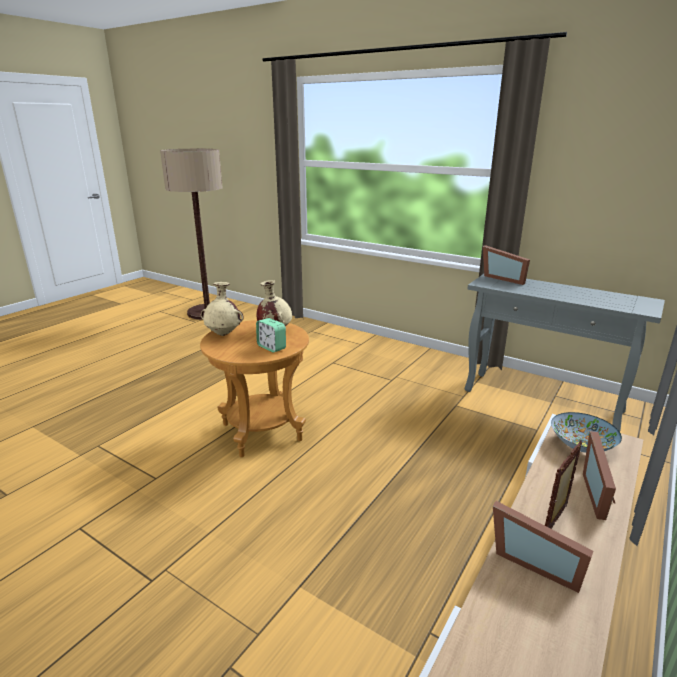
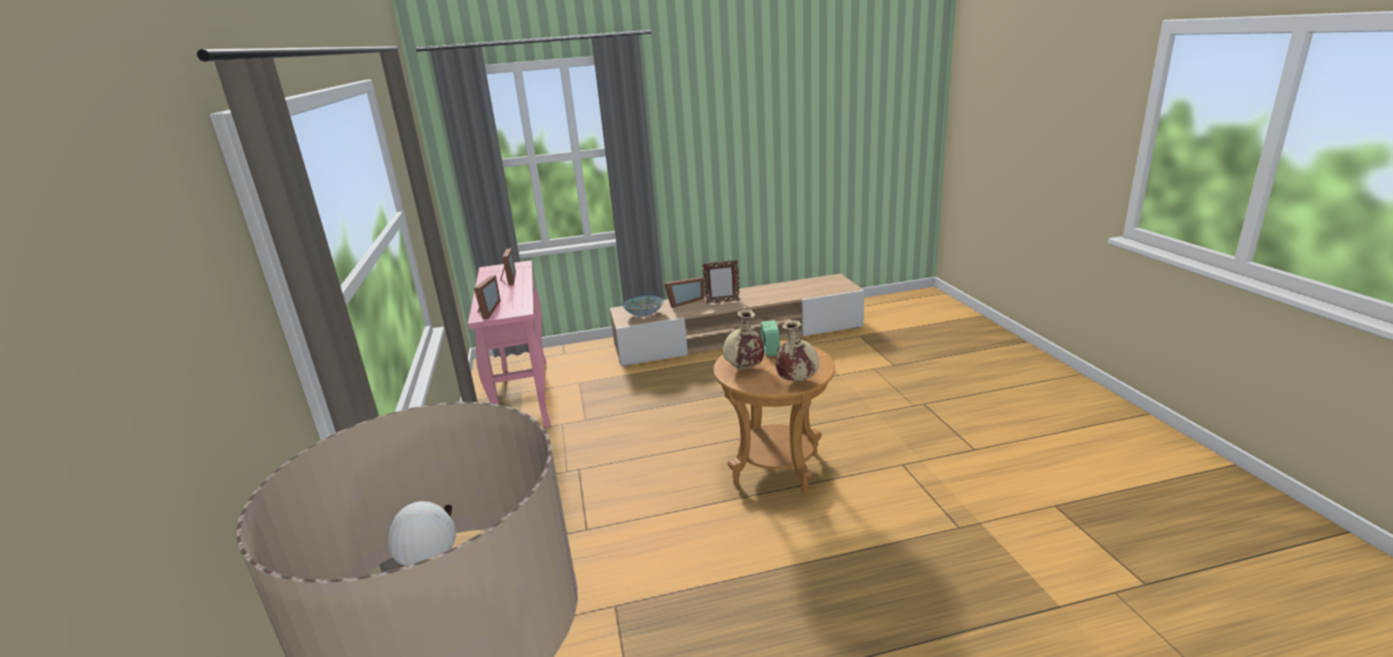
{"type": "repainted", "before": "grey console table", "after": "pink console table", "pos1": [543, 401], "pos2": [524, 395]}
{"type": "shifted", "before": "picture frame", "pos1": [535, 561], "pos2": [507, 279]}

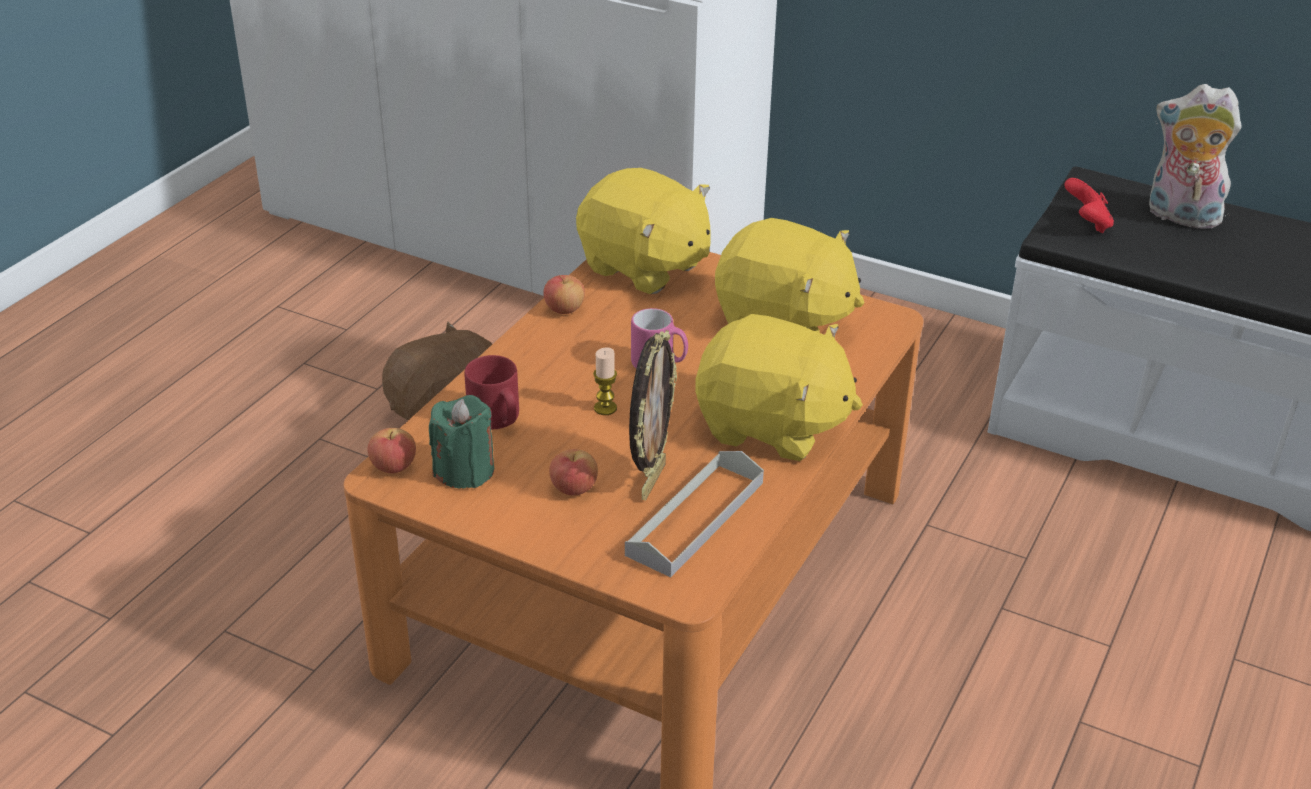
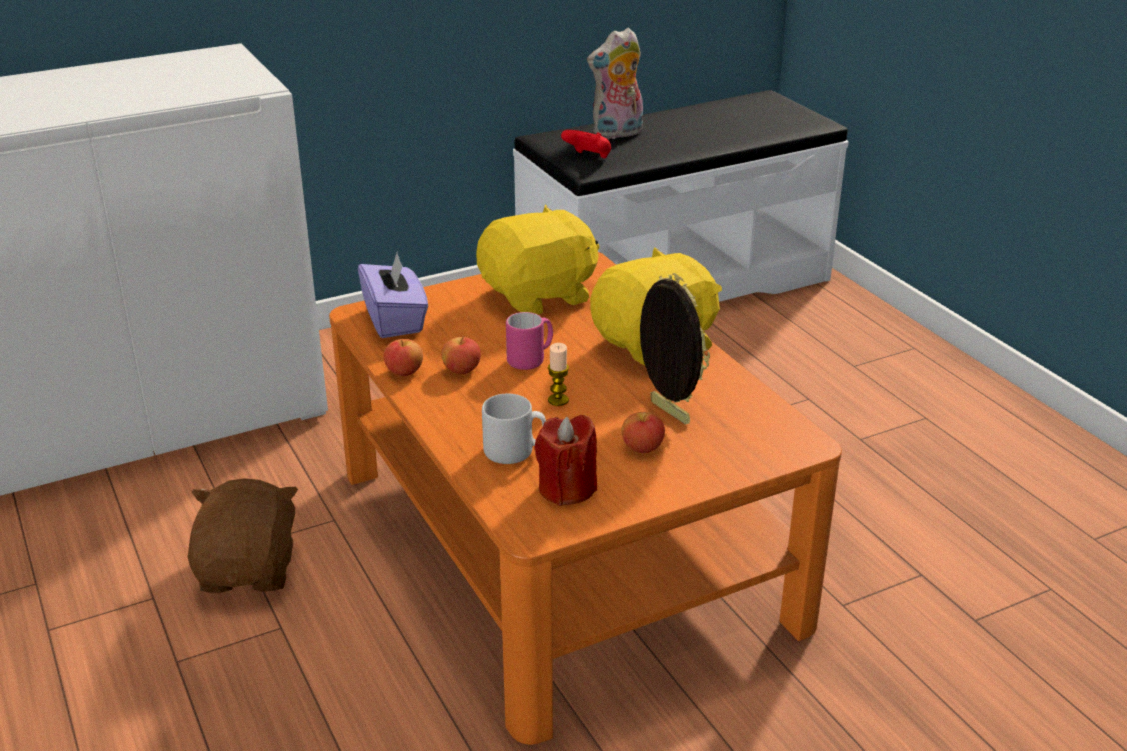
{"type": "swapped", "before": "yellow plush toy", "after": "purple tissue box", "pos1": [644, 267], "pos2": [395, 320]}
{"type": "shifted", "before": "apple", "pos1": [393, 466], "pos2": [461, 369]}
{"type": "repainted", "before": "red mug", "after": "grey mug", "pos1": [497, 419], "pos2": [515, 451]}
{"type": "repainted", "before": "green candle", "after": "red candle", "pos1": [465, 471], "pos2": [567, 488]}
{"type": "gone", "before": "grey tray", "pos1": [695, 518]}

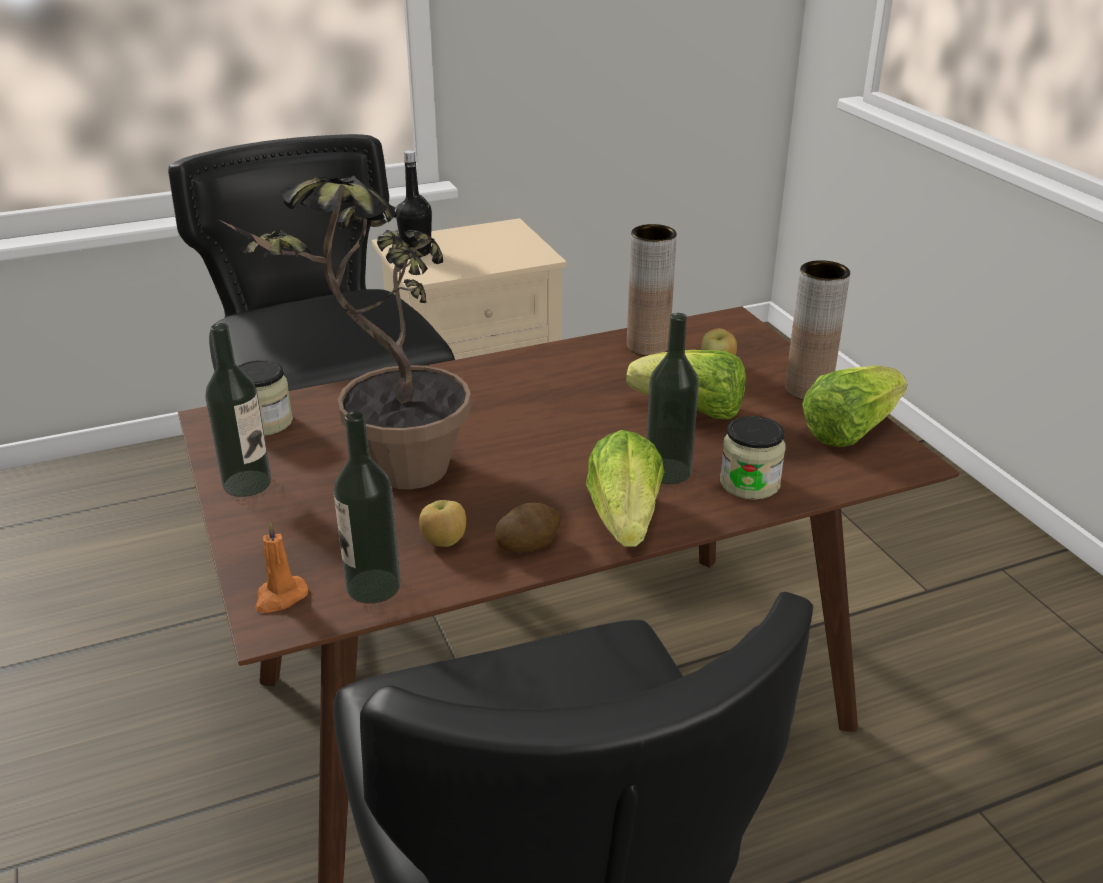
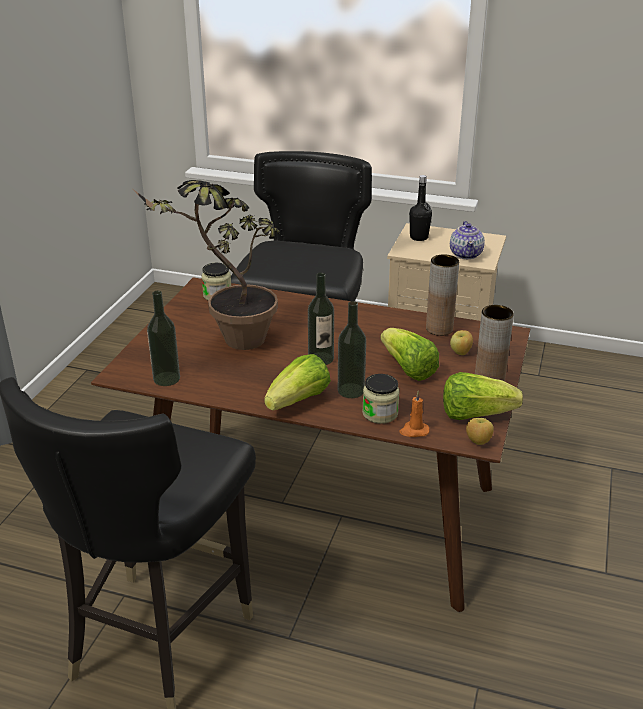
{"type": "shifted", "before": "bottle", "pos1": [247, 483], "pos2": [321, 358]}
{"type": "shifted", "before": "orange candle", "pos1": [280, 597], "pos2": [414, 431]}
{"type": "new", "after": "teapot", "pos2": [466, 254]}
{"type": "shifted", "before": "apple", "pos1": [444, 542], "pos2": [478, 442]}
{"type": "gone", "before": "potato", "pos1": [528, 543]}

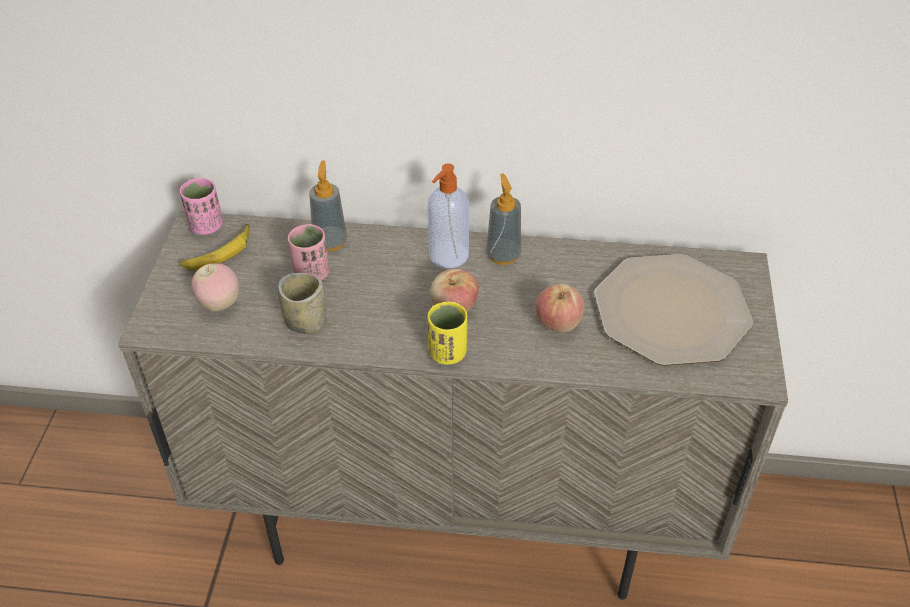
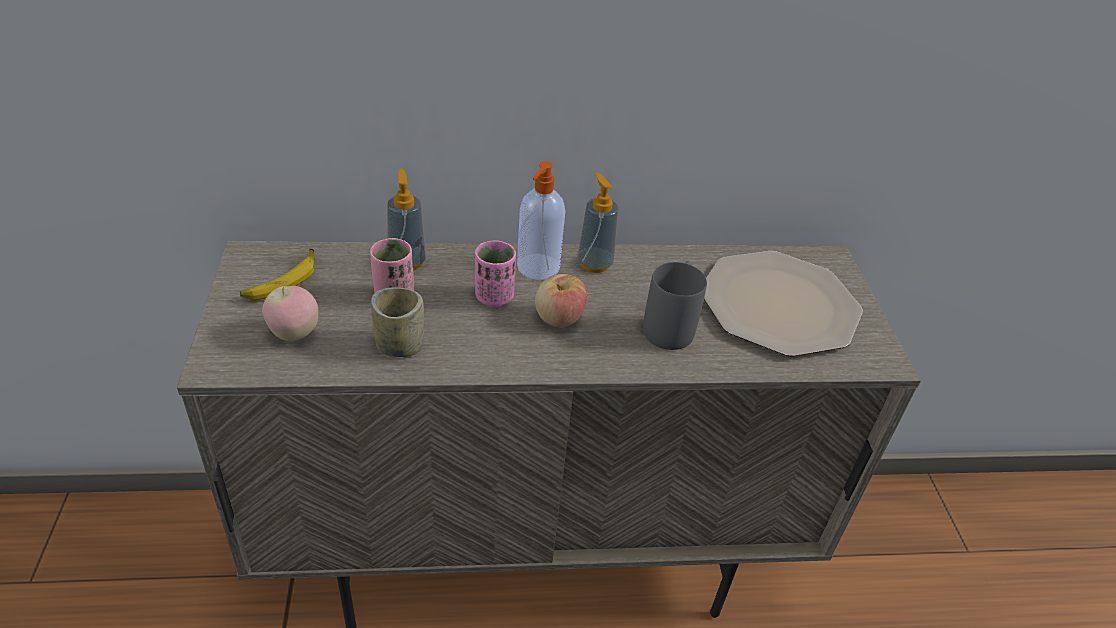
{"type": "shifted", "before": "pink cup", "pos1": [206, 226], "pos2": [494, 297]}
{"type": "swapped", "before": "apple", "after": "grey mug", "pos1": [558, 323], "pos2": [671, 324]}
{"type": "gone", "before": "yellow cup", "pos1": [447, 353]}

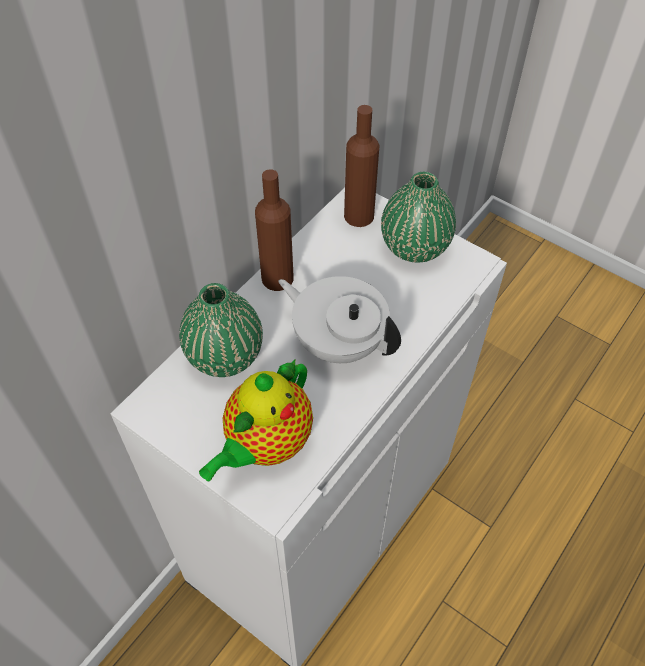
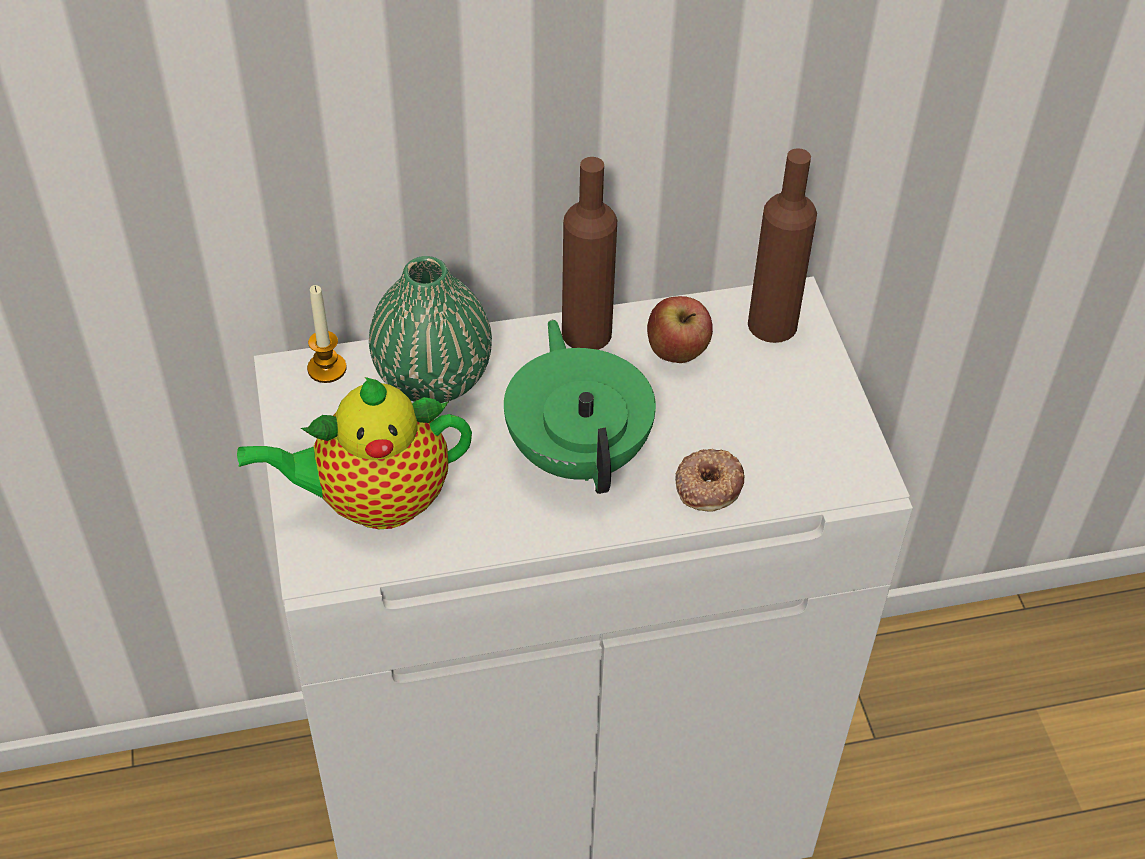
{"type": "new", "after": "candle", "pos2": [327, 368]}
{"type": "repainted", "before": "white teapot", "after": "green teapot", "pos1": [339, 342], "pos2": [579, 452]}
{"type": "new", "after": "apple", "pos2": [677, 354]}
{"type": "new", "after": "donut", "pos2": [708, 484]}
{"type": "gone", "before": "green vase", "pos1": [415, 246]}

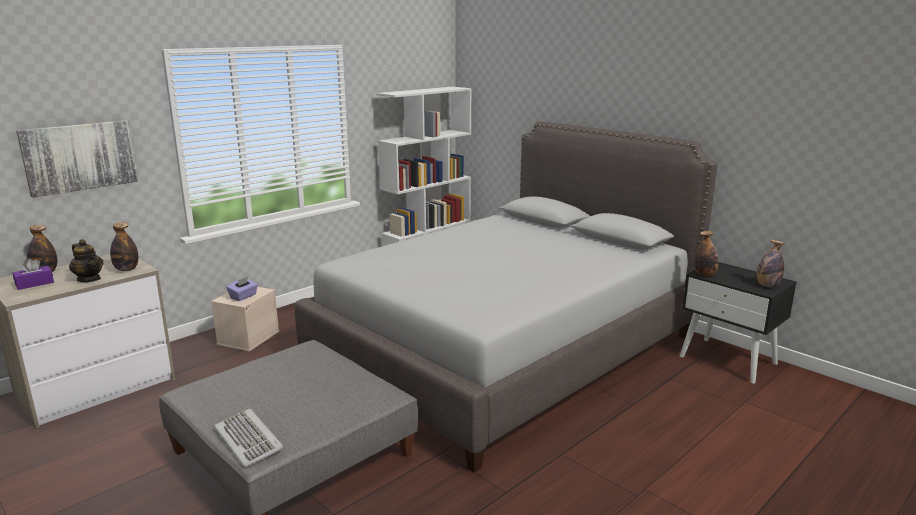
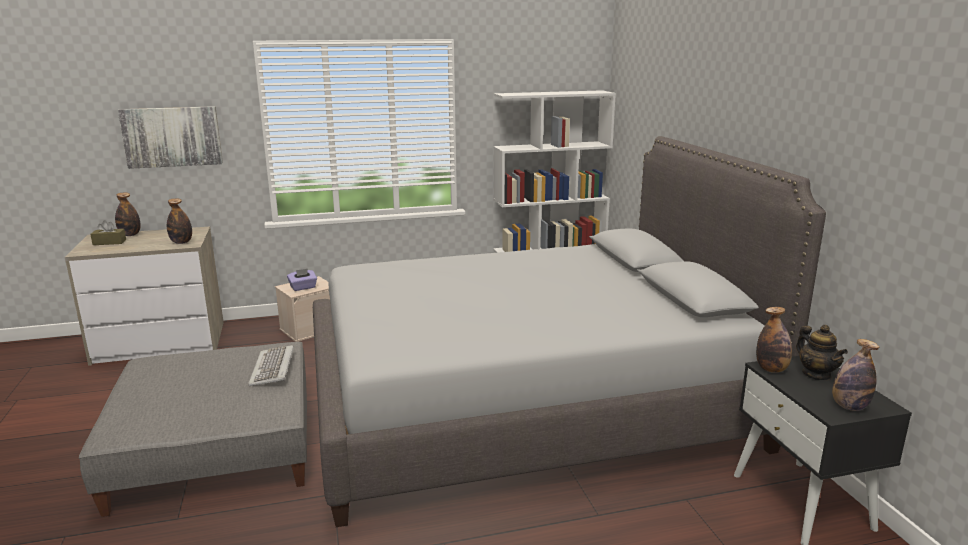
{"type": "repainted", "before": "purple tissue box", "after": "brown tissue box", "pos1": [34, 283], "pos2": [109, 242]}
{"type": "shifted", "before": "keyboard", "pos1": [249, 440], "pos2": [273, 368]}
{"type": "shifted", "before": "teapot", "pos1": [89, 279], "pos2": [816, 374]}

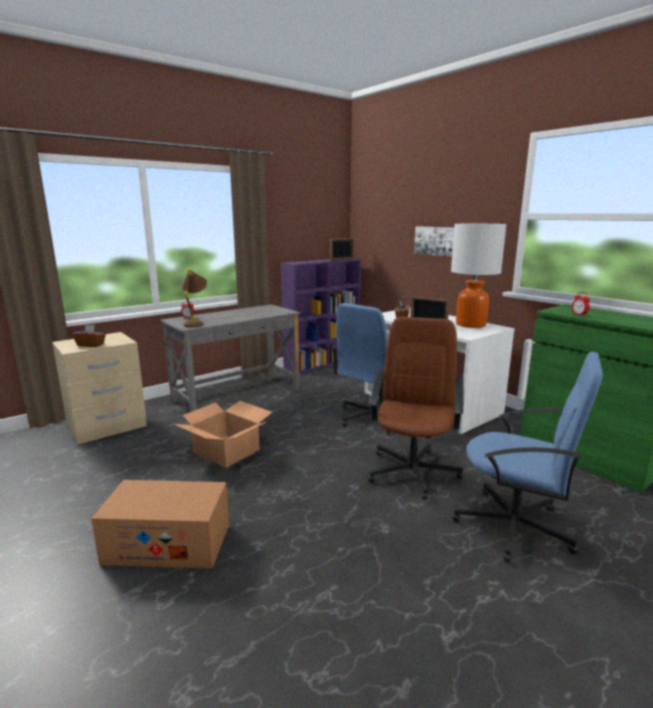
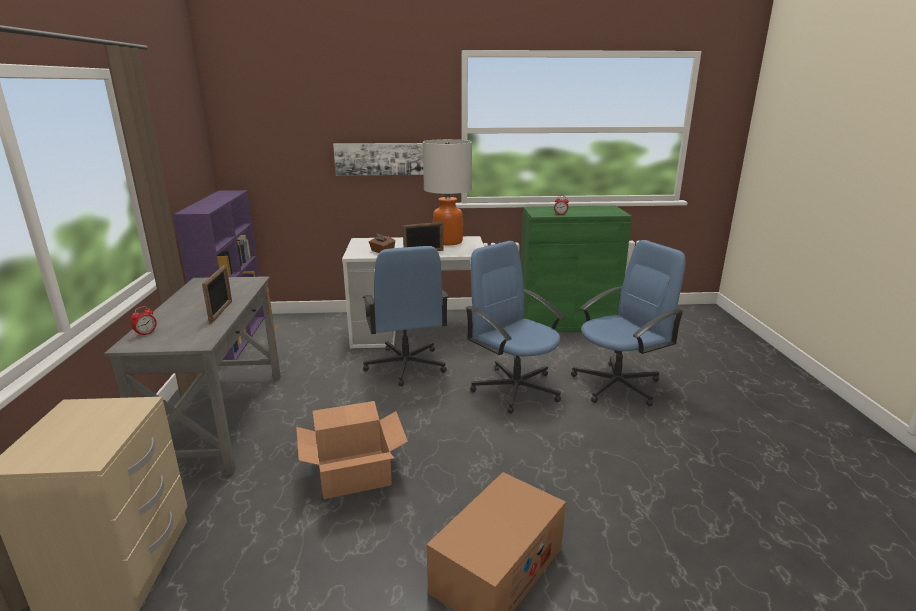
{"type": "shifted", "before": "picture frame", "pos1": [342, 259], "pos2": [221, 312]}
{"type": "repainted", "before": "brown office chair", "after": "blue office chair", "pos1": [413, 471], "pos2": [515, 388]}
{"type": "gone", "before": "brown tissue box", "pos1": [91, 345]}
{"type": "gone", "before": "brown table lamp", "pos1": [196, 323]}

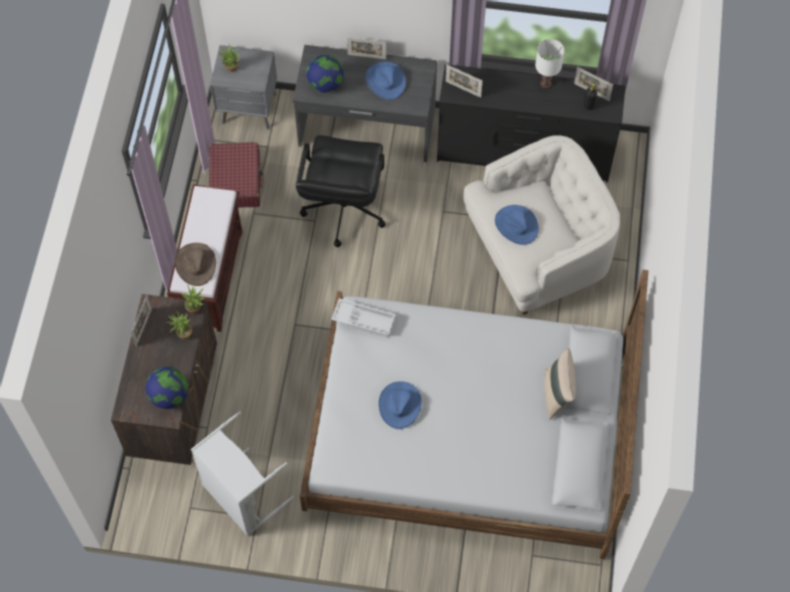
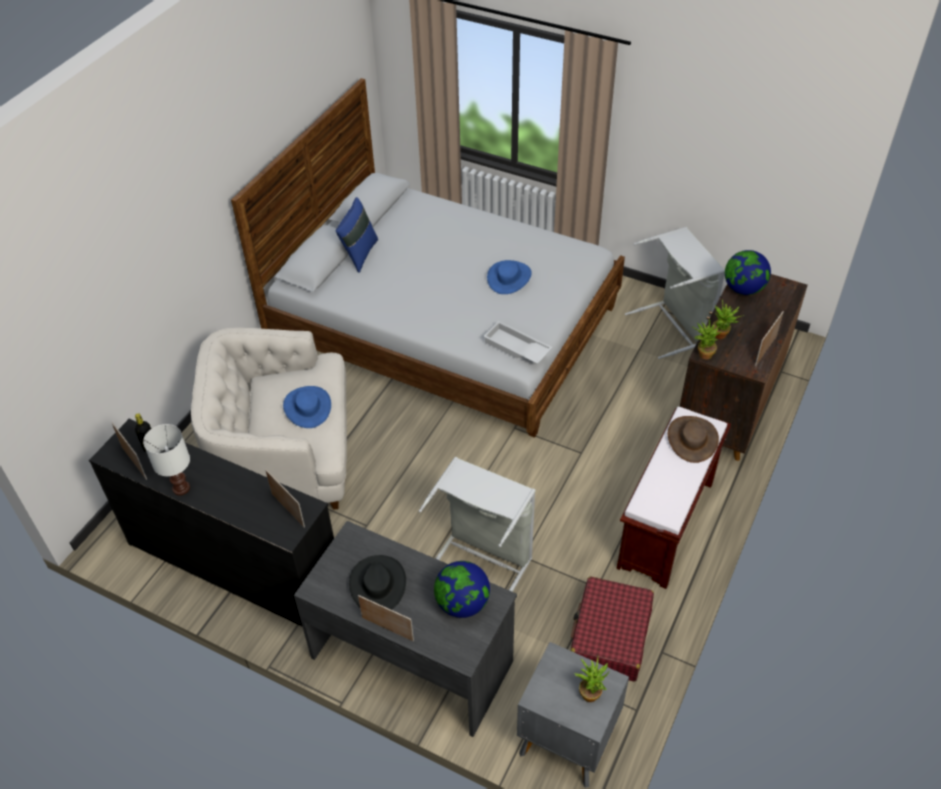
{"type": "repainted", "before": "beige pillow", "after": "blue pillow", "pos1": [557, 394], "pos2": [359, 254]}
{"type": "repainted", "before": "blue hat", "after": "black hat", "pos1": [385, 81], "pos2": [378, 584]}
{"type": "swapped", "before": "black office chair", "after": "grey laundry basket", "pos1": [343, 210], "pos2": [484, 559]}

